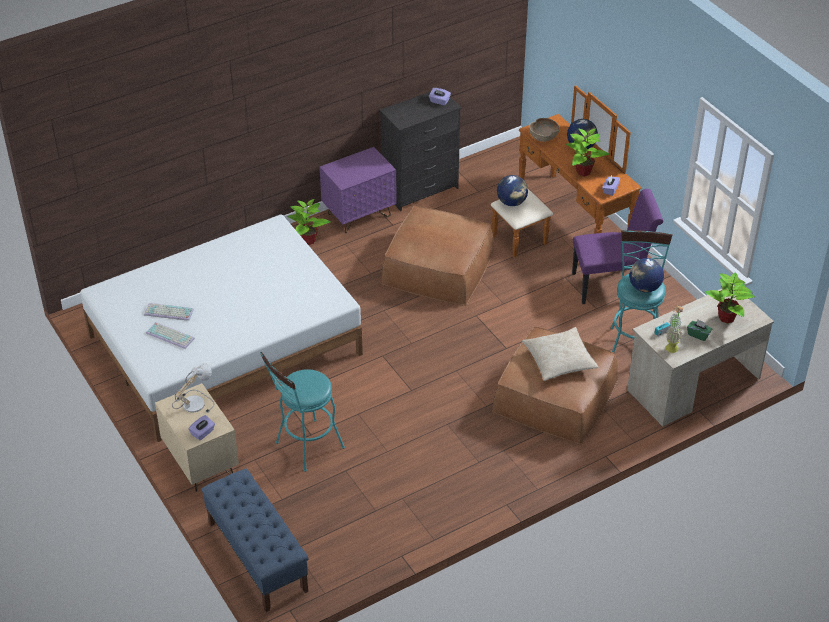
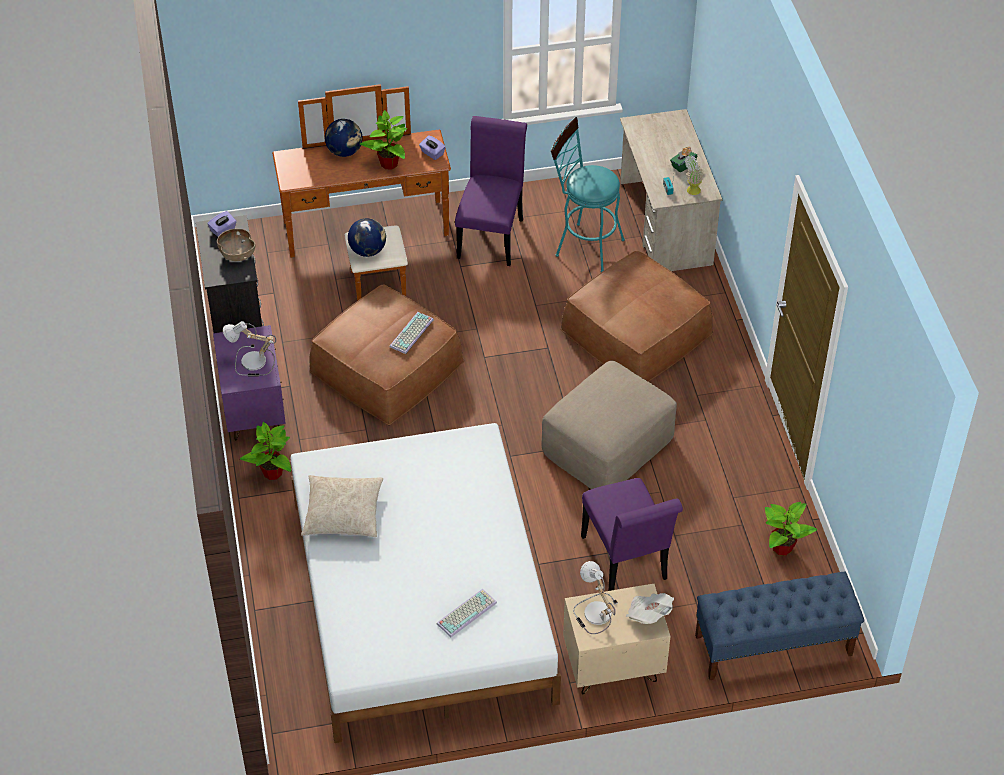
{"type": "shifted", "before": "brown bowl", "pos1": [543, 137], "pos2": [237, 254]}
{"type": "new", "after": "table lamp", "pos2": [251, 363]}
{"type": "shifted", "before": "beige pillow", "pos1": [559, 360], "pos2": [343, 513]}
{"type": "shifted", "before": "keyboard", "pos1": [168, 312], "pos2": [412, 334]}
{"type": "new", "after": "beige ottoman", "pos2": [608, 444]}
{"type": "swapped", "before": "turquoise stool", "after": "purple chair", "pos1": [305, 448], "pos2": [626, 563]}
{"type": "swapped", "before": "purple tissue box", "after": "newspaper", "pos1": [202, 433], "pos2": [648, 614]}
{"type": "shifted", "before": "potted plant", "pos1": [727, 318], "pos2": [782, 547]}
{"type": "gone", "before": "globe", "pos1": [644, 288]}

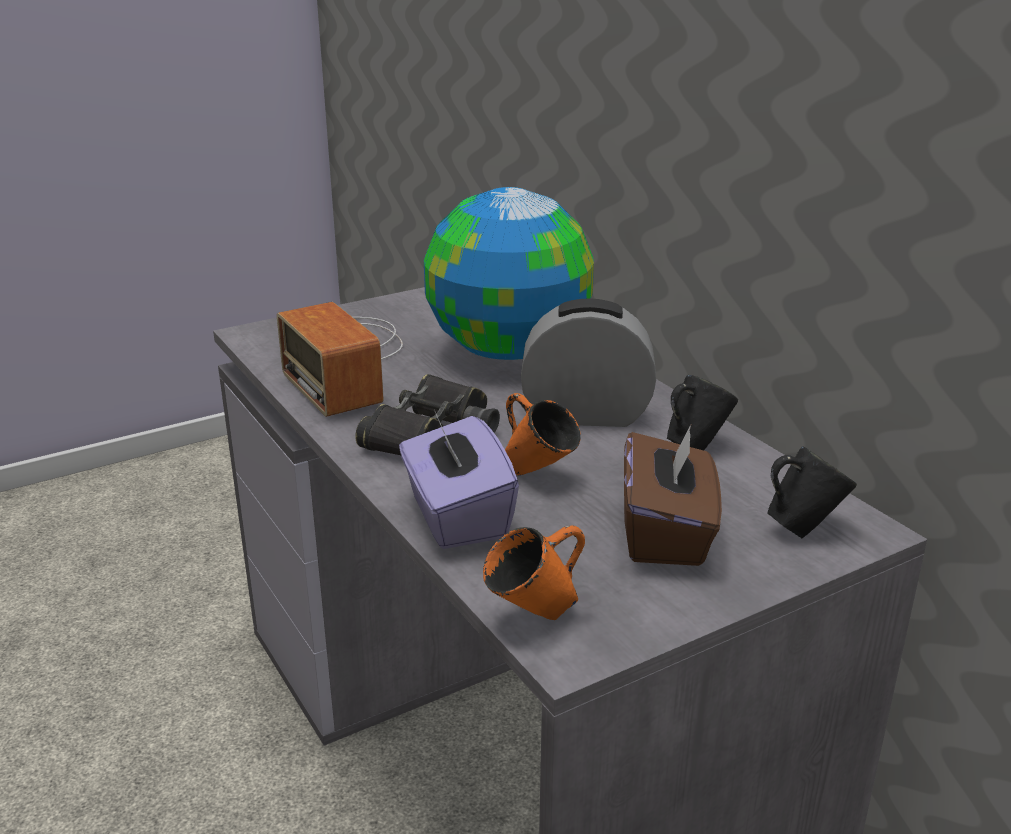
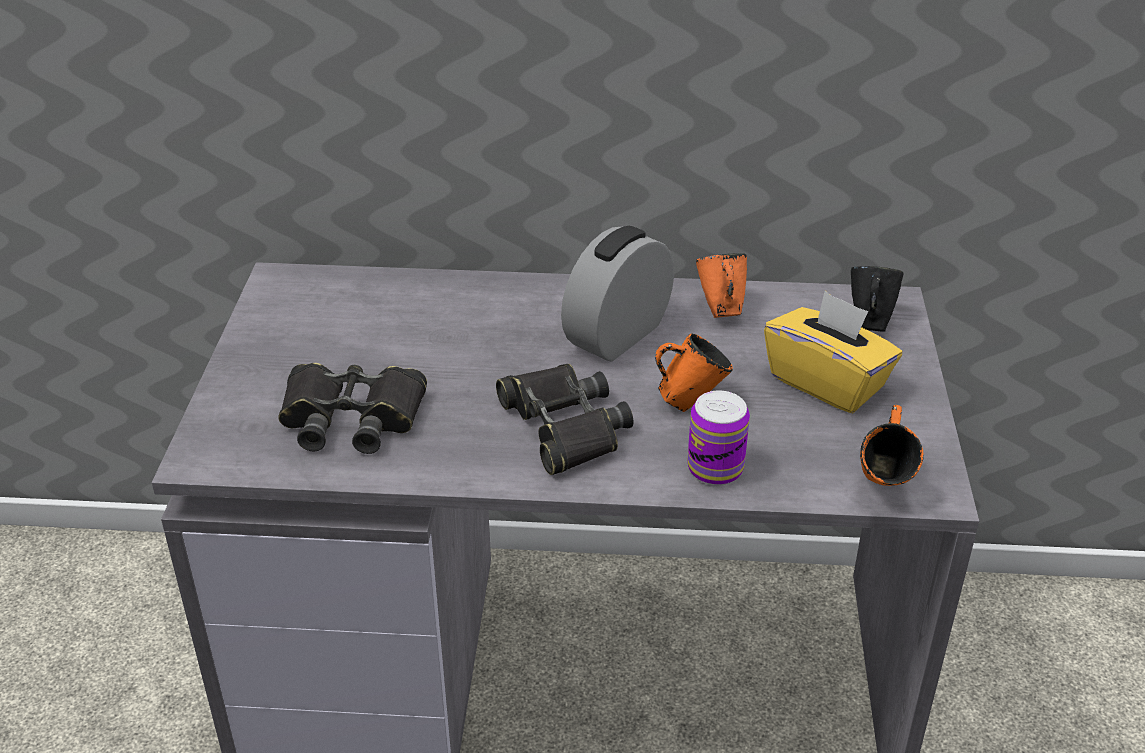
{"type": "swapped", "before": "radio", "after": "black binoculars", "pos1": [347, 359], "pos2": [351, 418]}
{"type": "swapped", "before": "purple tissue box", "after": "can", "pos1": [456, 516], "pos2": [715, 469]}
{"type": "repainted", "before": "black mug", "after": "orange mug", "pos1": [695, 446], "pos2": [721, 311]}
{"type": "repainted", "before": "brown tissue box", "after": "yellow tissue box", "pos1": [667, 533], "pos2": [827, 382]}
{"type": "gone", "before": "globe", "pos1": [507, 352]}

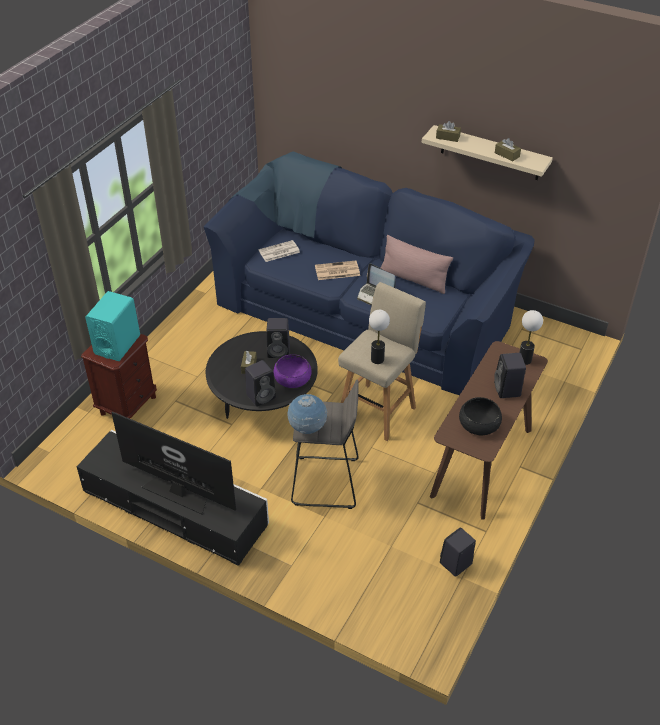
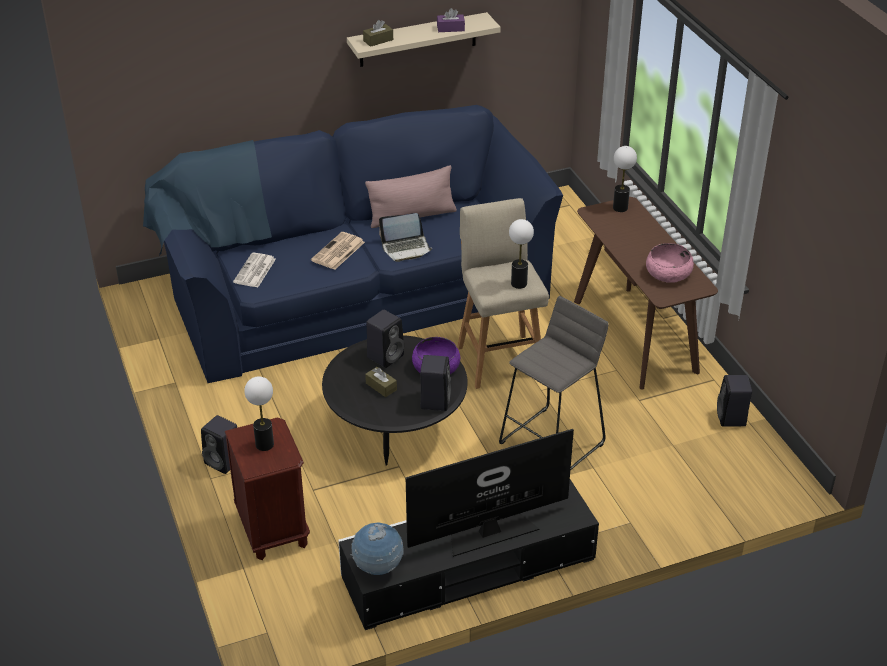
{"type": "shifted", "before": "black speaker", "pos1": [507, 390], "pos2": [224, 462]}
{"type": "swapped", "before": "turquoise speaker", "after": "table lamp", "pos1": [117, 344], "pos2": [264, 444]}
{"type": "shifted", "before": "globe", "pos1": [307, 428], "pos2": [378, 568]}
{"type": "repainted", "before": "brown tissue box", "after": "purple tissue box", "pos1": [507, 155], "pos2": [450, 28]}
{"type": "repainted", "before": "black bowl", "after": "pink bowl", "pos1": [479, 424], "pos2": [668, 273]}

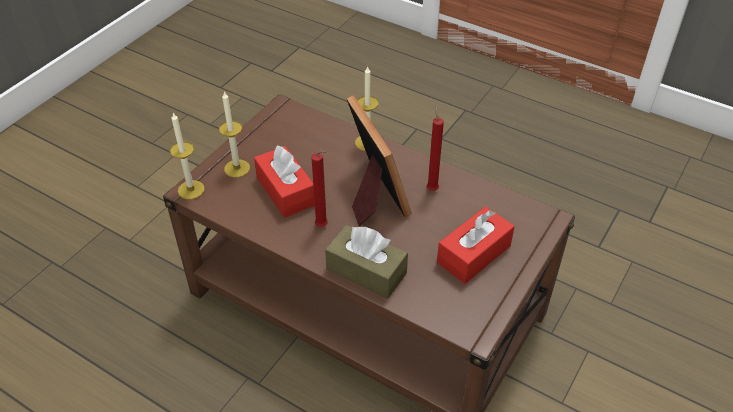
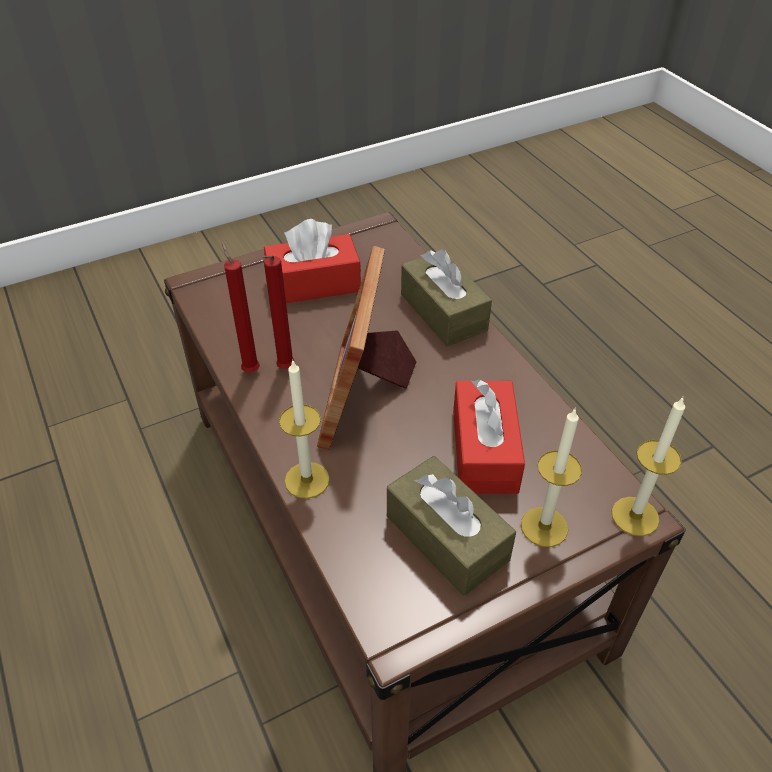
{"type": "shifted", "before": "red candle", "pos1": [323, 226], "pos2": [250, 369]}
{"type": "new", "after": "brown tissue box", "pos2": [447, 538]}

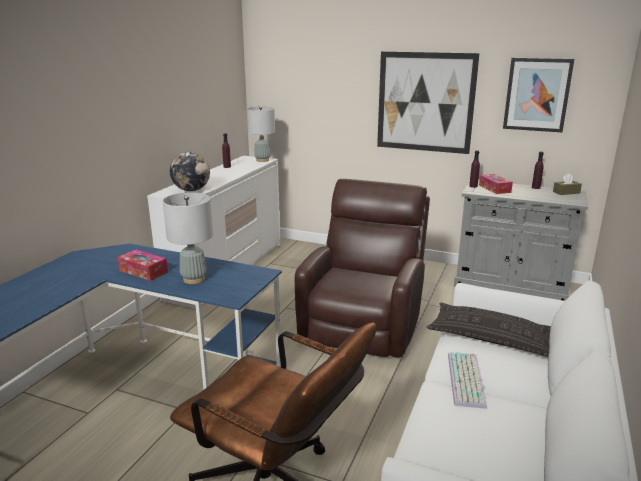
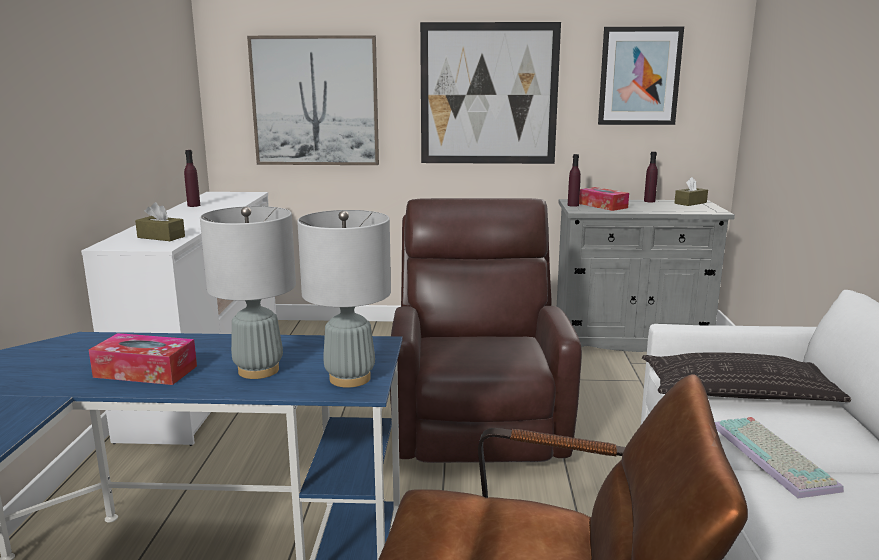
{"type": "swapped", "before": "globe", "after": "brown tissue box", "pos1": [191, 190], "pos2": [161, 237]}
{"type": "new", "after": "picture", "pos2": [315, 101]}
{"type": "shifted", "before": "grey table lamp", "pos1": [262, 160], "pos2": [350, 378]}

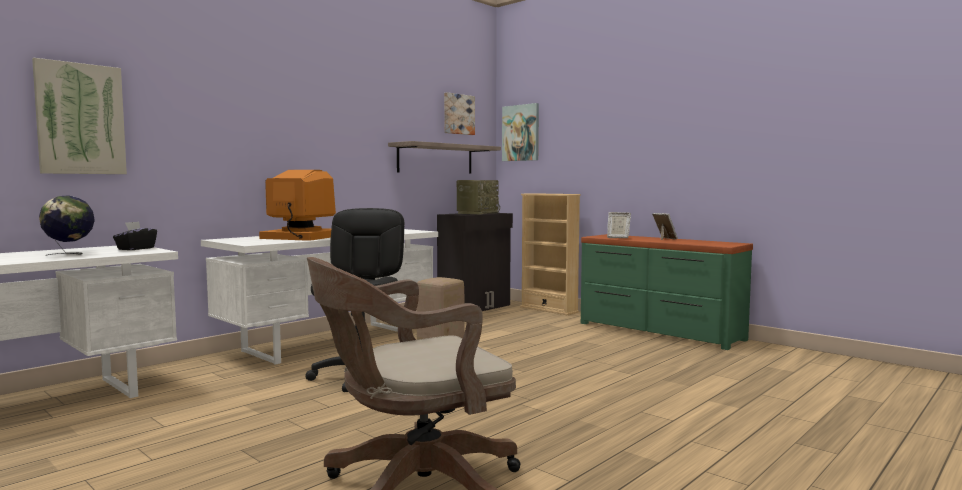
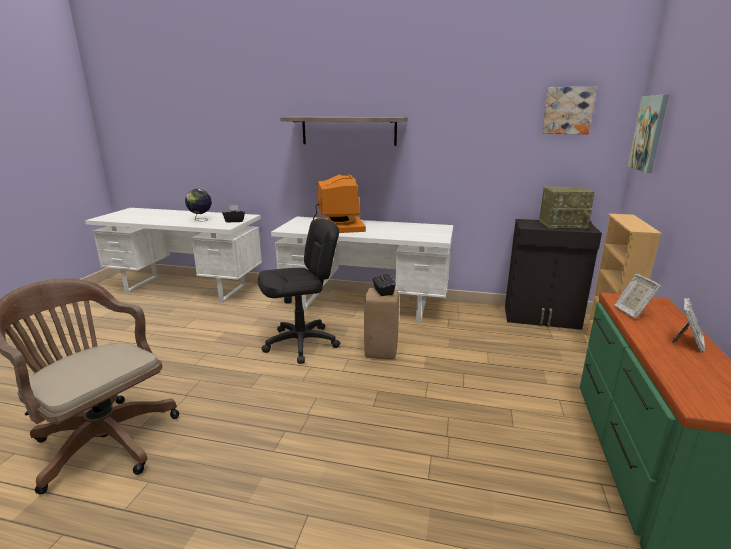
{"type": "shifted", "before": "shelf", "pos1": [435, 159], "pos2": [348, 131]}
{"type": "new", "after": "black tissue box", "pos2": [383, 292]}
{"type": "gone", "before": "picture", "pos1": [80, 119]}

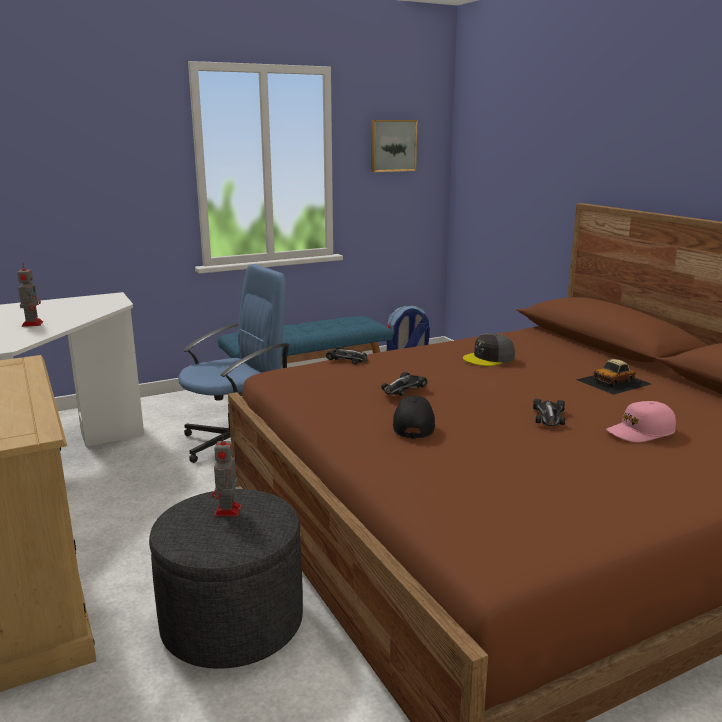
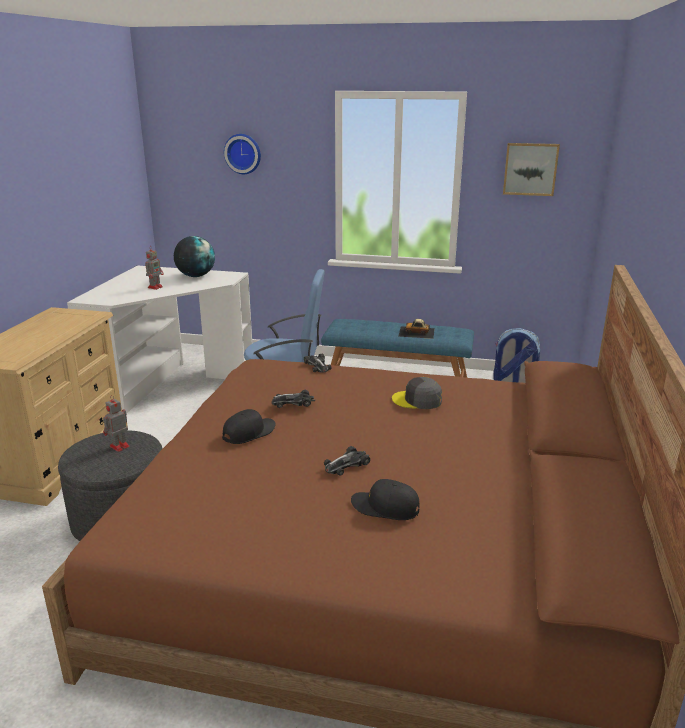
{"type": "new", "after": "globe", "pos2": [196, 276]}
{"type": "new", "after": "wall clock", "pos2": [243, 153]}
{"type": "repainted", "before": "pink cap", "after": "black cap", "pos1": [640, 432], "pos2": [385, 507]}
{"type": "shifted", "before": "toy car", "pos1": [614, 381], "pos2": [416, 332]}

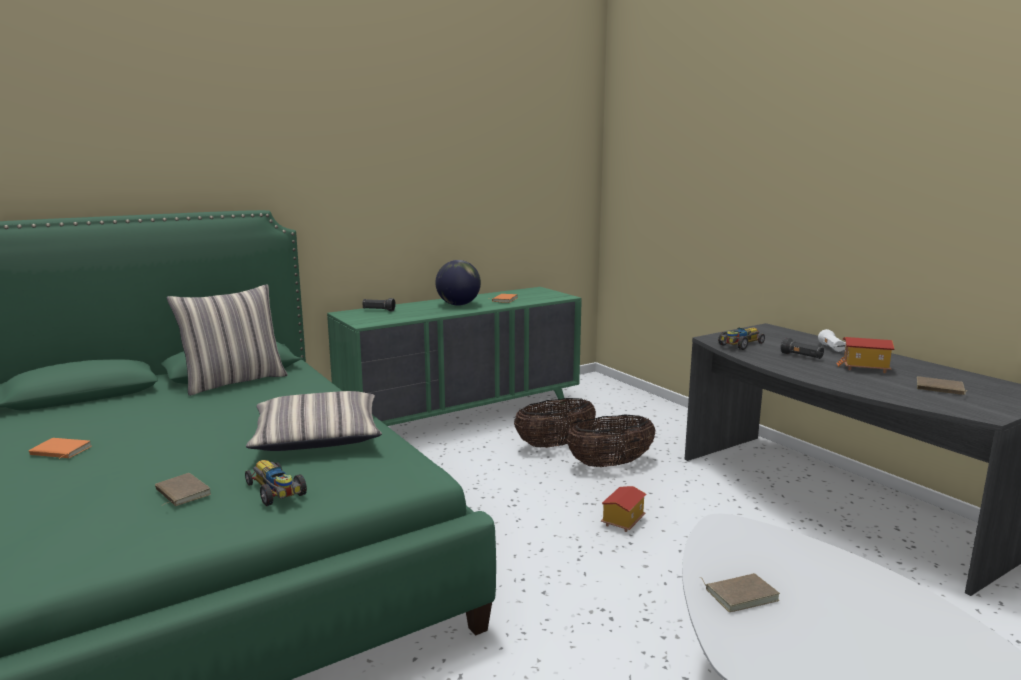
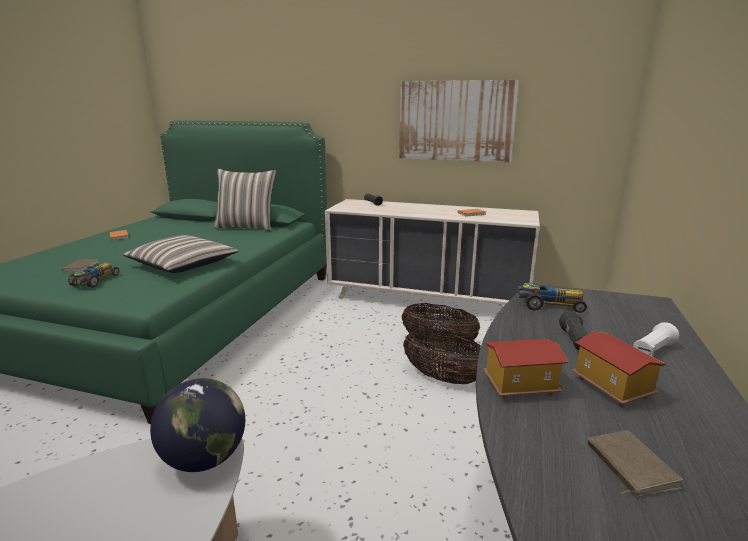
{"type": "shifted", "before": "globe", "pos1": [458, 305], "pos2": [205, 459]}
{"type": "repainted", "before": "green dresser", "after": "beige dresser", "pos1": [463, 414], "pos2": [428, 299]}
{"type": "new", "after": "picture", "pos2": [456, 121]}
{"type": "shifted", "before": "toy house", "pos1": [622, 521], "pos2": [520, 386]}
{"type": "gone", "before": "brown book", "pos1": [740, 594]}

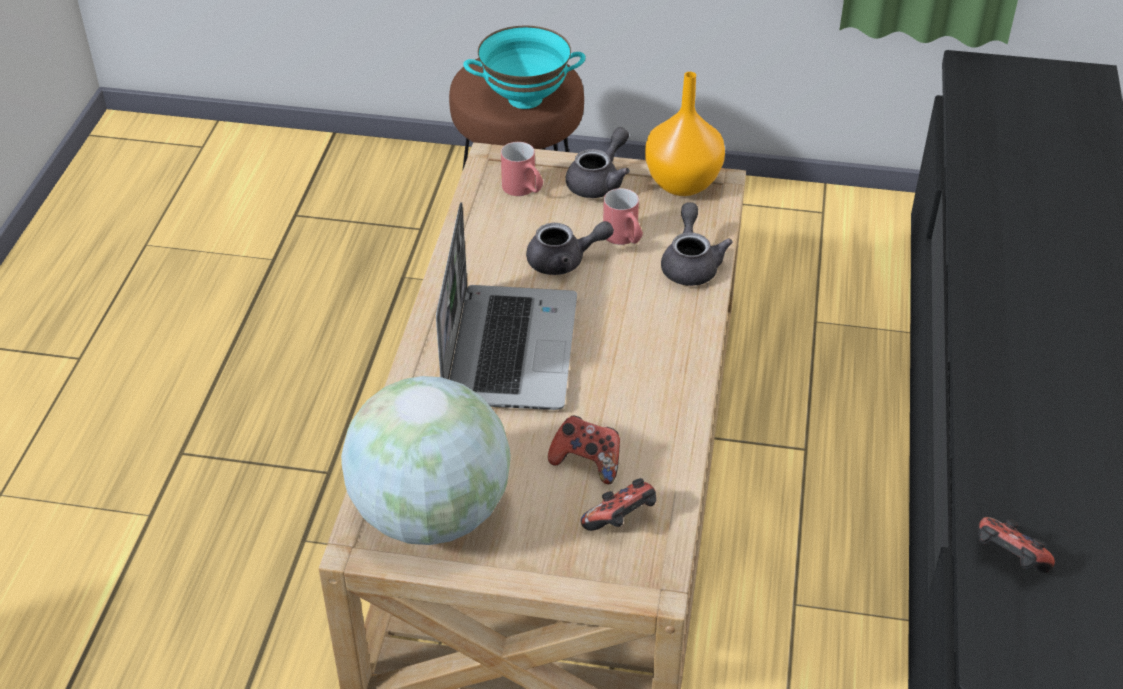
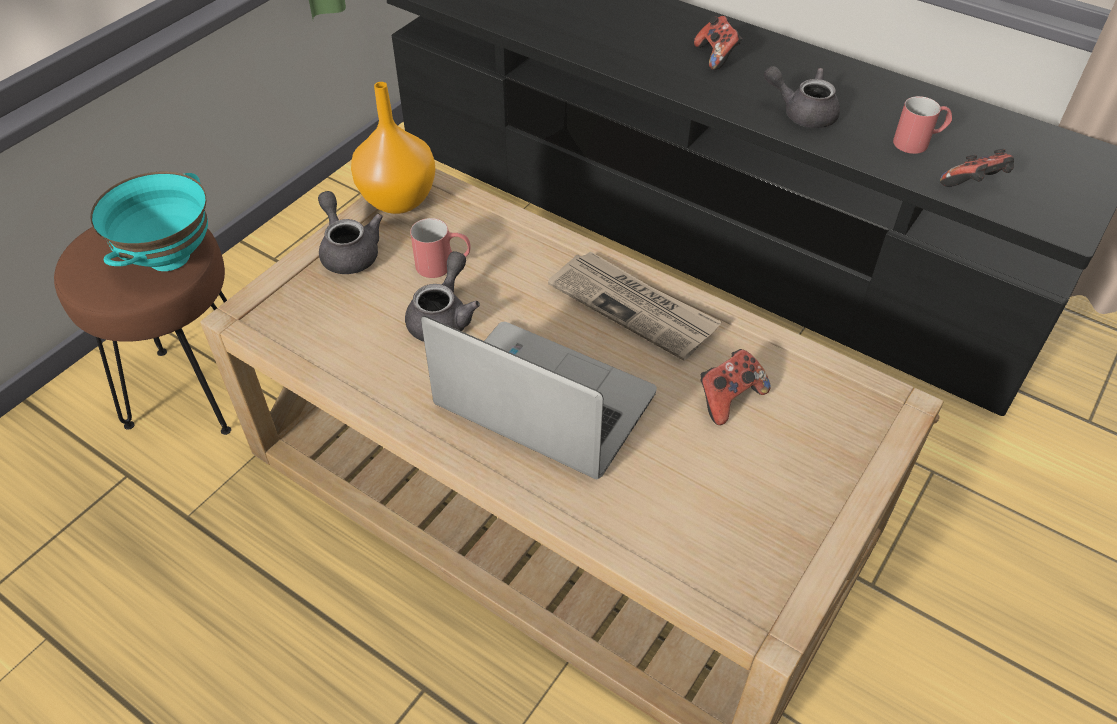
{"type": "new", "after": "newspaper", "pos2": [634, 307]}
{"type": "shifted", "before": "game controller", "pos1": [621, 521], "pos2": [716, 56]}
{"type": "shifted", "before": "grey teapot", "pos1": [690, 264], "pos2": [802, 113]}
{"type": "shifted", "before": "red mug", "pos1": [524, 190], "pos2": [918, 142]}
{"type": "gone", "before": "globe", "pos1": [430, 514]}

